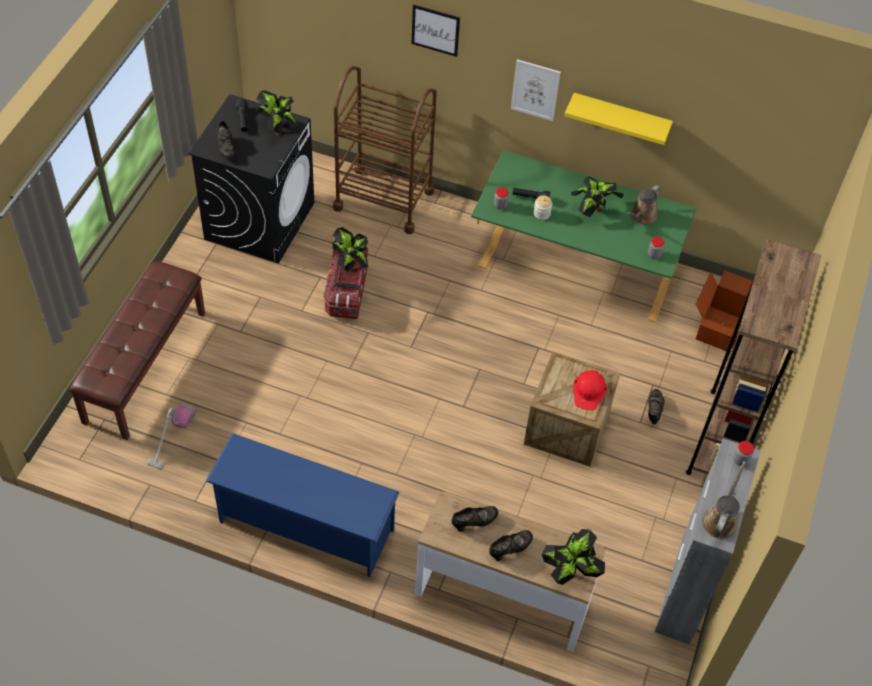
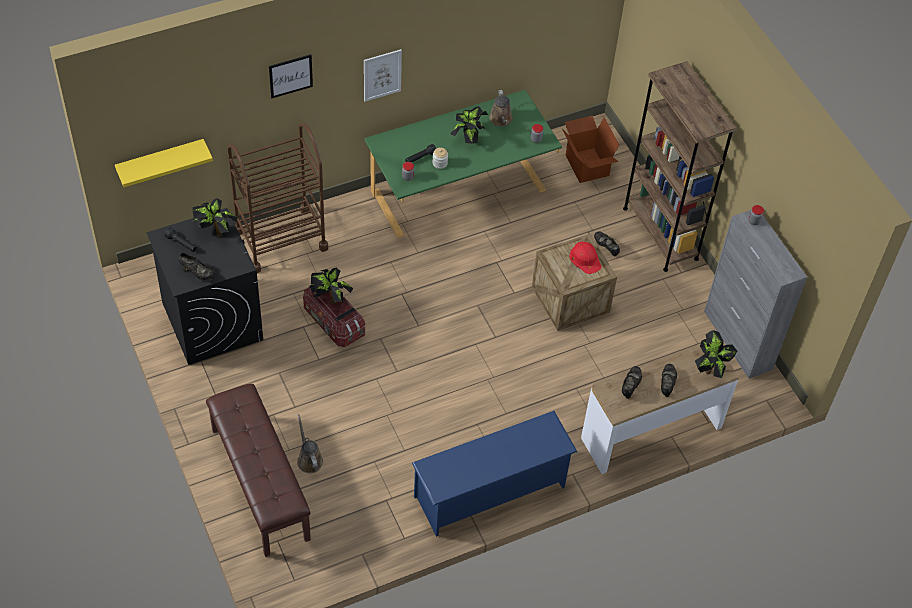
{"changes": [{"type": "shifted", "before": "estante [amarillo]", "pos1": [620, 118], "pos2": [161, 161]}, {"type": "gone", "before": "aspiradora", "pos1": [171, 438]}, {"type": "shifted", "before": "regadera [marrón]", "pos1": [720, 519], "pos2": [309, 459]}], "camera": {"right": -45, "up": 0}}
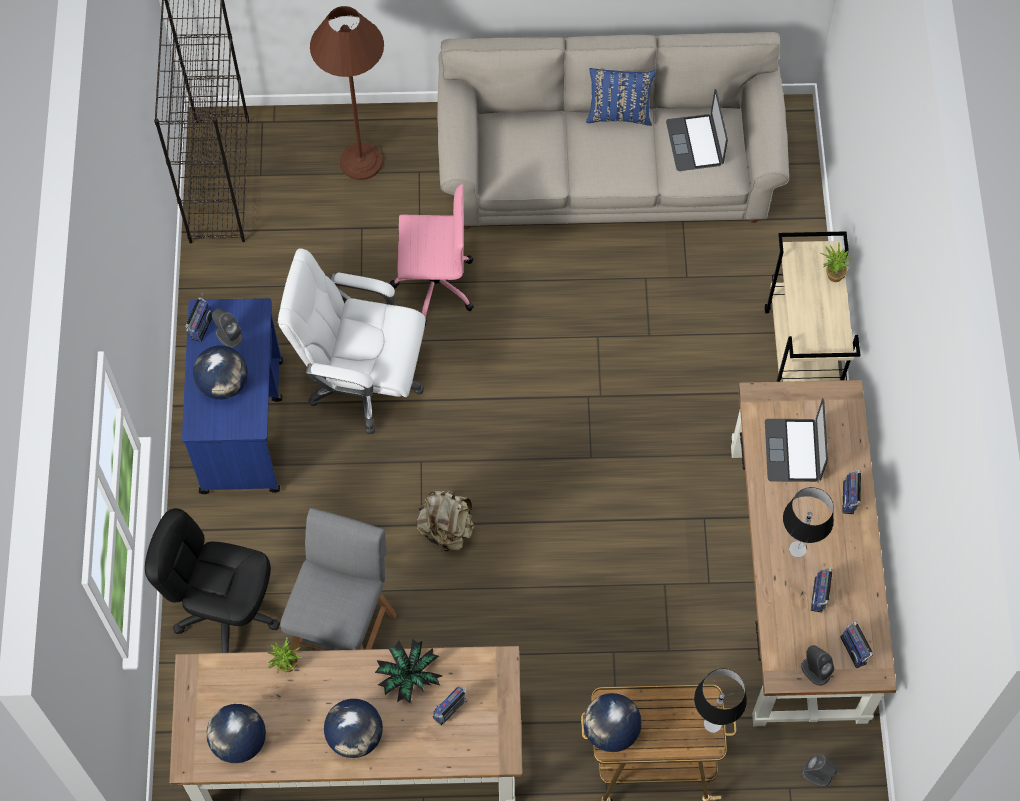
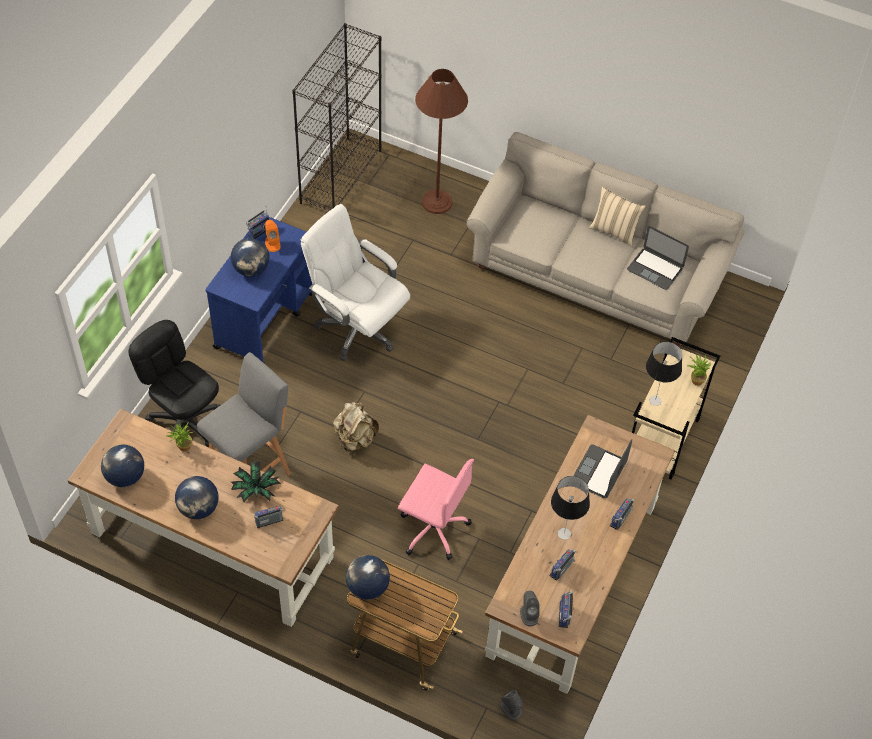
{"changes": [{"type": "repainted", "before": "cojín [azul]", "after": "cojín [beis]", "pos1": [619, 113], "pos2": [614, 231]}, {"type": "rotated", "before": "portátil", "pos1": [695, 143], "pos2": [655, 269], "turn": -75}, {"type": "shifted", "before": "silla de oficina [rosa]", "pos1": [433, 285], "pos2": [432, 528]}, {"type": "repainted", "before": "altavoz [gris]", "after": "altavoz [naranja]", "pos1": [228, 335], "pos2": [272, 243]}, {"type": "shifted", "before": "lámpara de mesa", "pos1": [713, 723], "pos2": [655, 400]}], "camera": {"right": 25, "up": -10}}
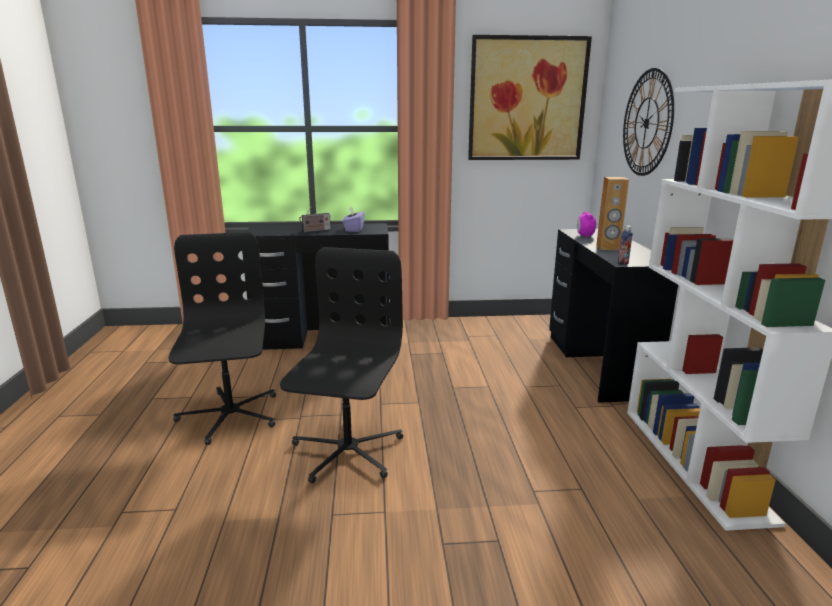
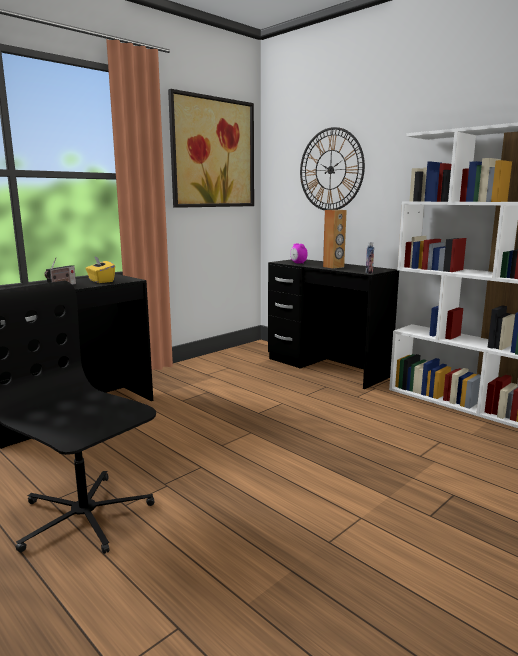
{"changes": [{"type": "repainted", "before": "caja de pañuelos [morado]", "after": "caja de pañuelos [amarillo]", "pos1": [354, 229], "pos2": [101, 281]}, {"type": "gone", "before": "silla de oficina [negro]", "pos1": [347, 451]}], "camera": {"right": -40, "up": -5}}
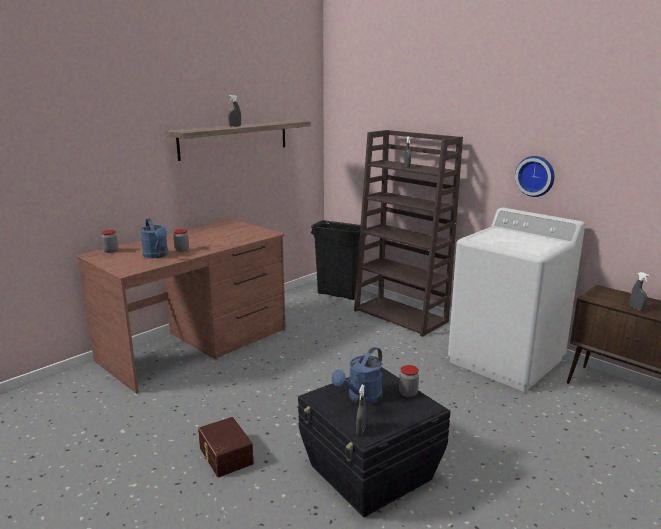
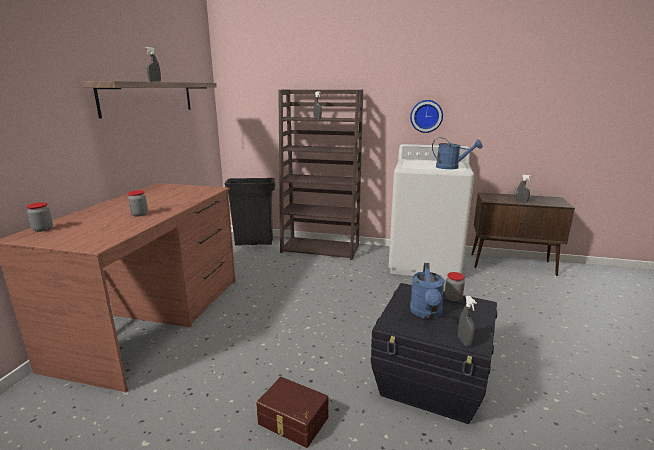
{"changes": [{"type": "shifted", "before": "regadera [azul]", "pos1": [157, 255], "pos2": [451, 167]}], "camera": {"right": -30, "up": 0}}
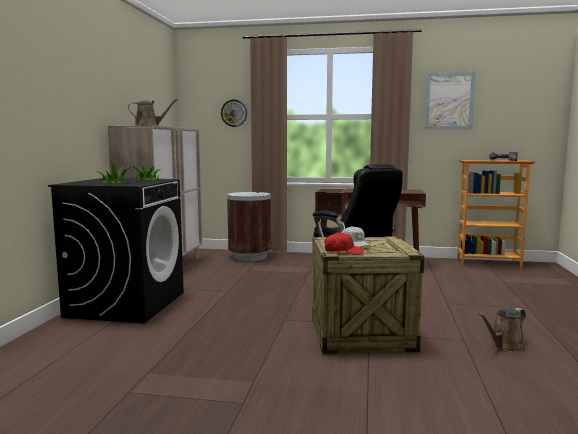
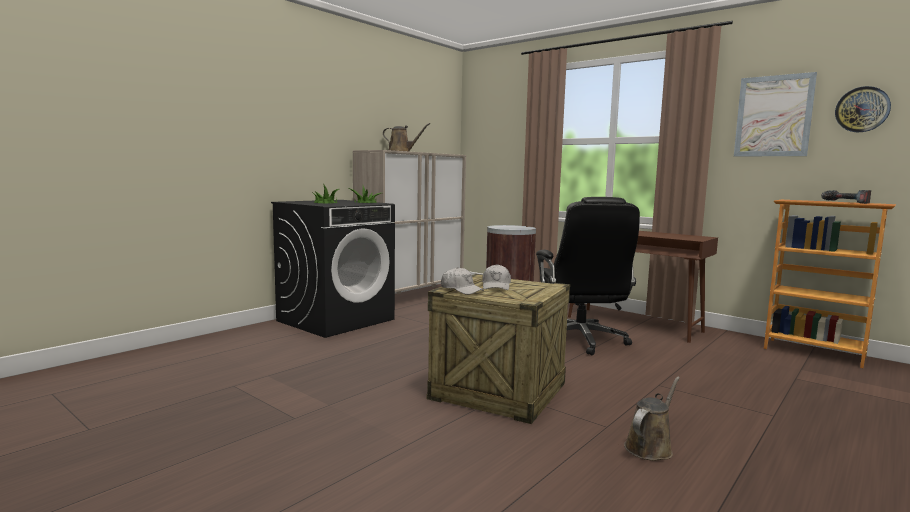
{"changes": [{"type": "shifted", "before": "reloj de pared", "pos1": [234, 113], "pos2": [862, 109]}, {"type": "repainted", "before": "gorra [rojo]", "after": "gorra [blanco]", "pos1": [343, 251], "pos2": [461, 290]}, {"type": "rotated", "before": "regadera [marrón]", "pos1": [504, 346], "pos2": [650, 447], "turn": 135}], "camera": {"right": 30, "up": 0}}
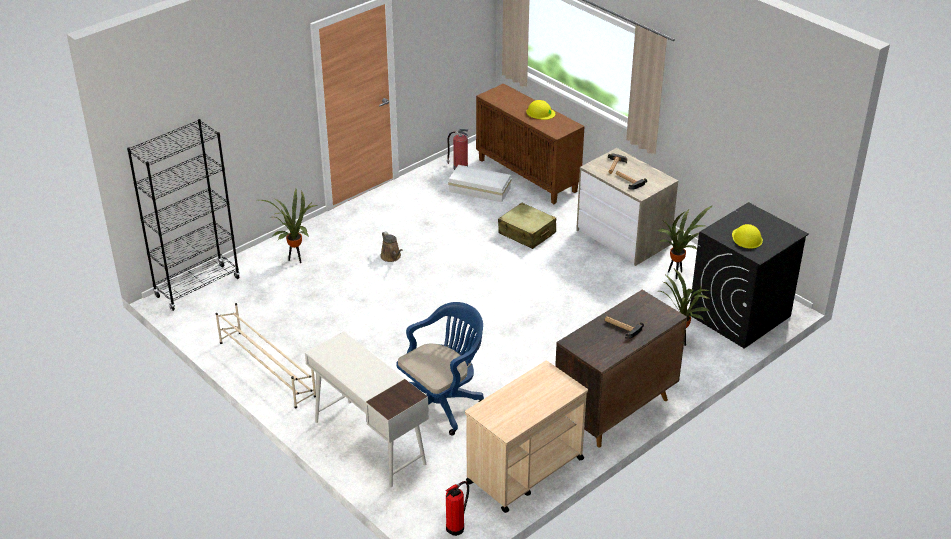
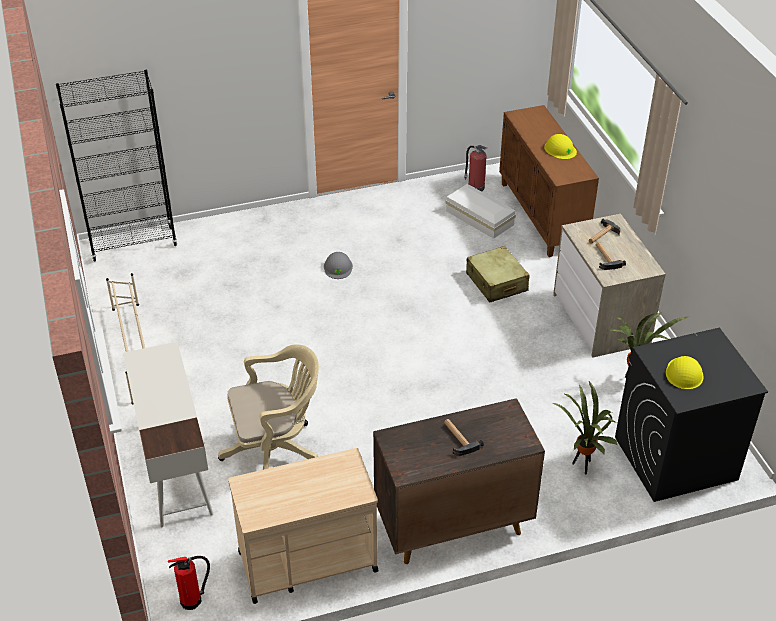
{"changes": [{"type": "gone", "before": "planta en maceta", "pos1": [295, 259]}, {"type": "swapped", "before": "regadera [marrón]", "after": "casco [gris]", "pos1": [391, 257], "pos2": [338, 267]}, {"type": "repainted", "before": "silla de oficina [azul]", "after": "silla de oficina [beis]", "pos1": [442, 404], "pos2": [276, 451]}], "camera": {"right": 25, "up": 5}}
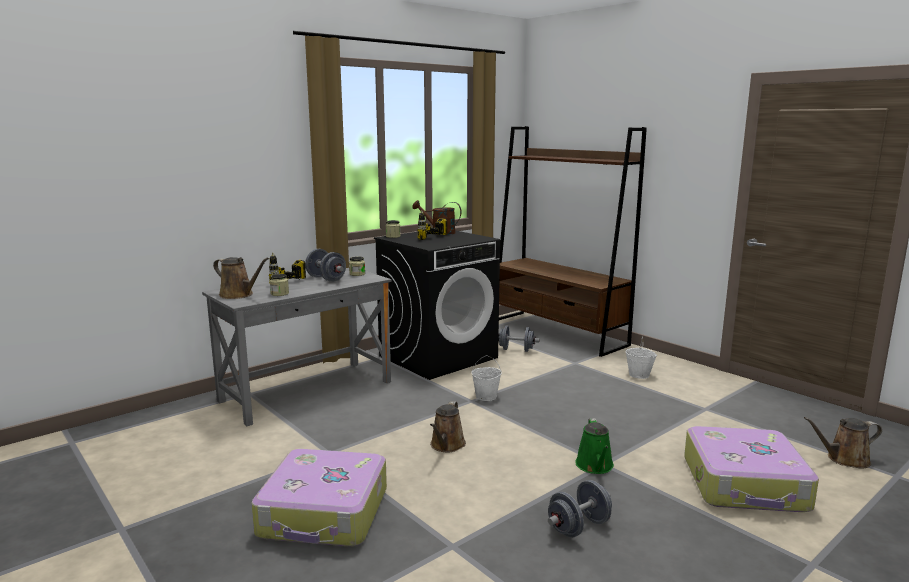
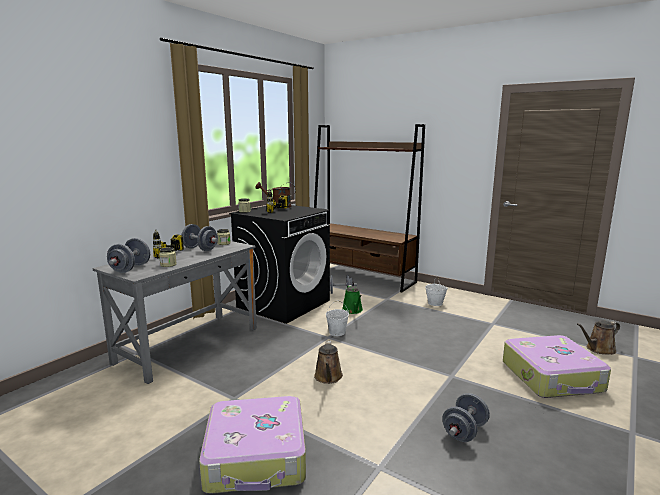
{"changes": [{"type": "swapped", "before": "regadera [marrón]", "after": "mancuerna [gris]", "pos1": [238, 295], "pos2": [130, 268]}, {"type": "shifted", "before": "regadera [verde]", "pos1": [595, 466], "pos2": [353, 310]}], "camera": {"right": -15, "up": 0}}
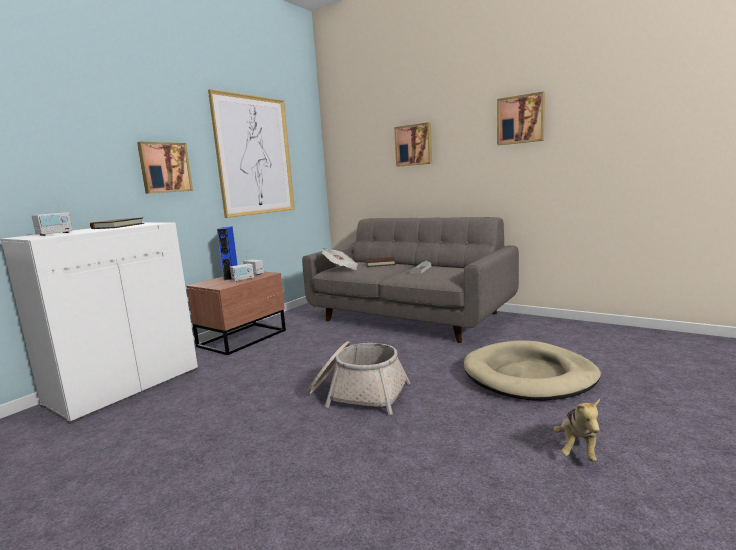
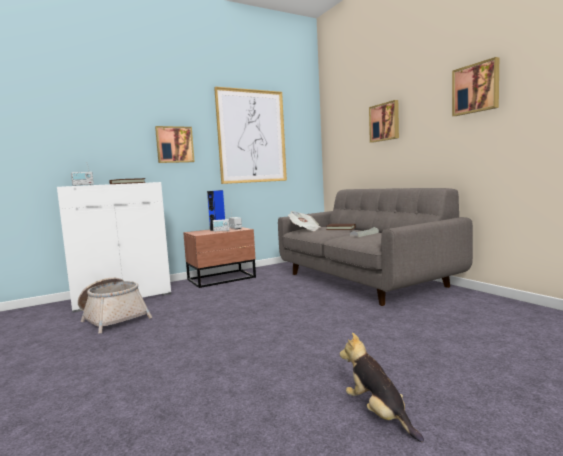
{"changes": [{"type": "shifted", "before": "cesta", "pos1": [357, 394], "pos2": [113, 318]}, {"type": "gone", "before": "cama para perro [beis]", "pos1": [529, 376]}, {"type": "rotated", "before": "peluche", "pos1": [578, 449], "pos2": [378, 414], "turn": 105}], "camera": {"right": 25, "up": -5}}
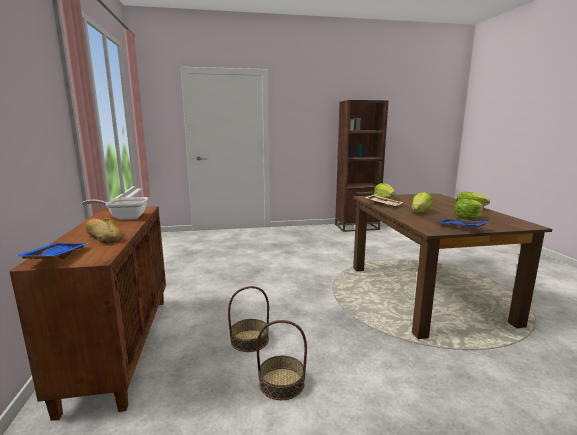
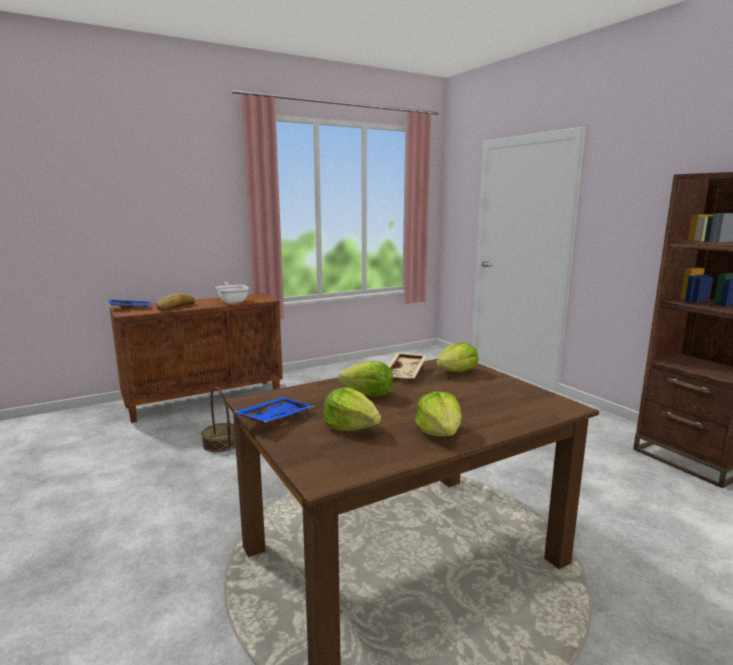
{"changes": [{"type": "gone", "before": "cesta", "pos1": [281, 383]}], "camera": {"right": 70, "up": 0}}
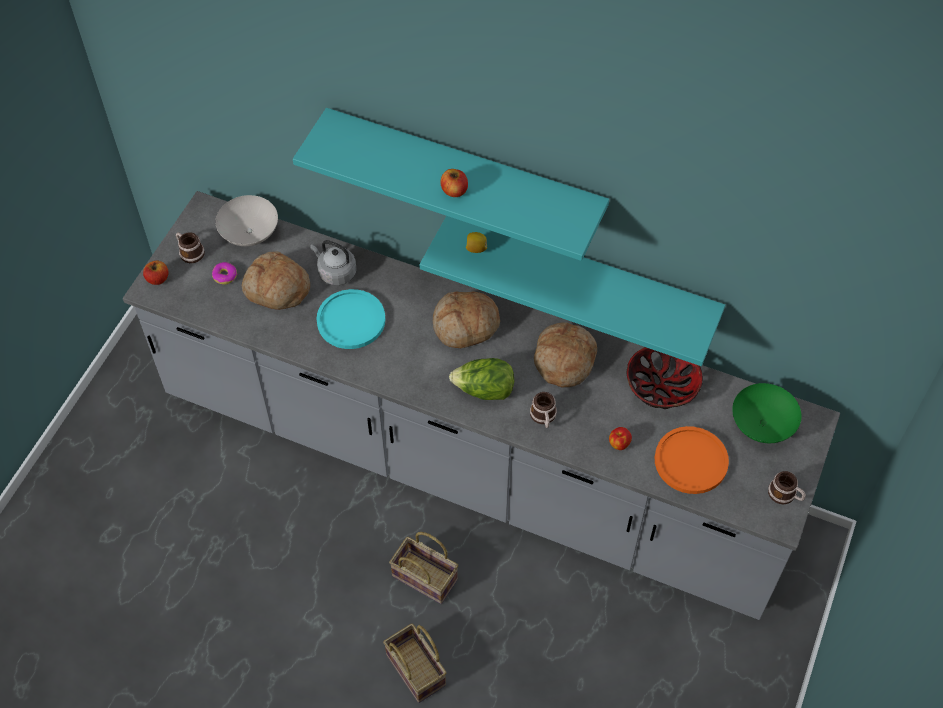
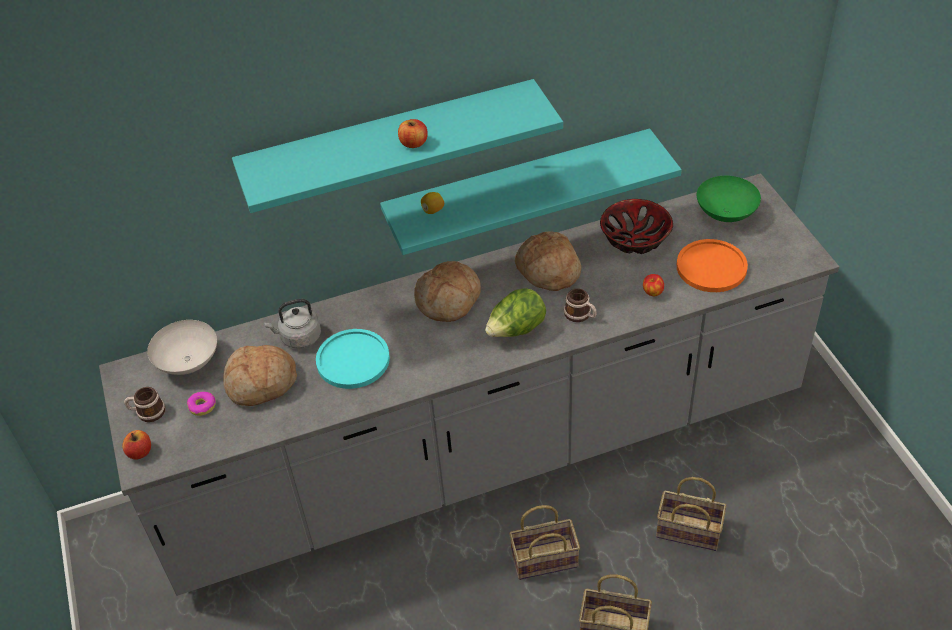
{"changes": [{"type": "gone", "before": "taza grande", "pos1": [785, 495]}, {"type": "new", "after": "cesta", "pos2": [686, 531]}], "camera": {"right": -40, "up": -10}}
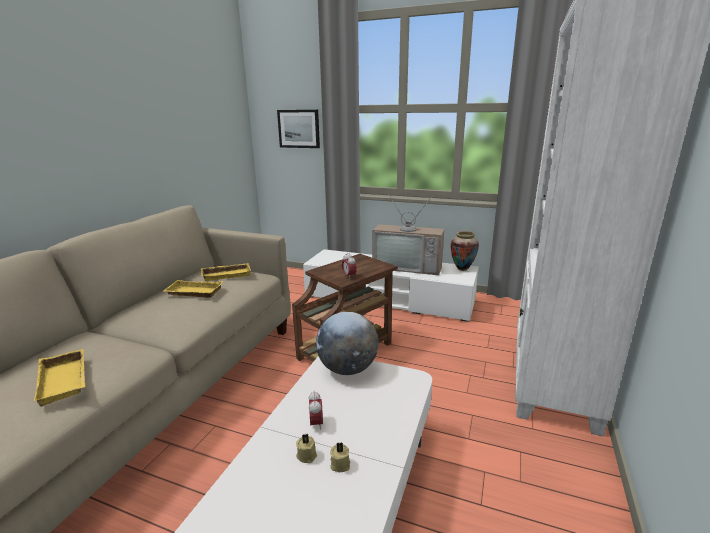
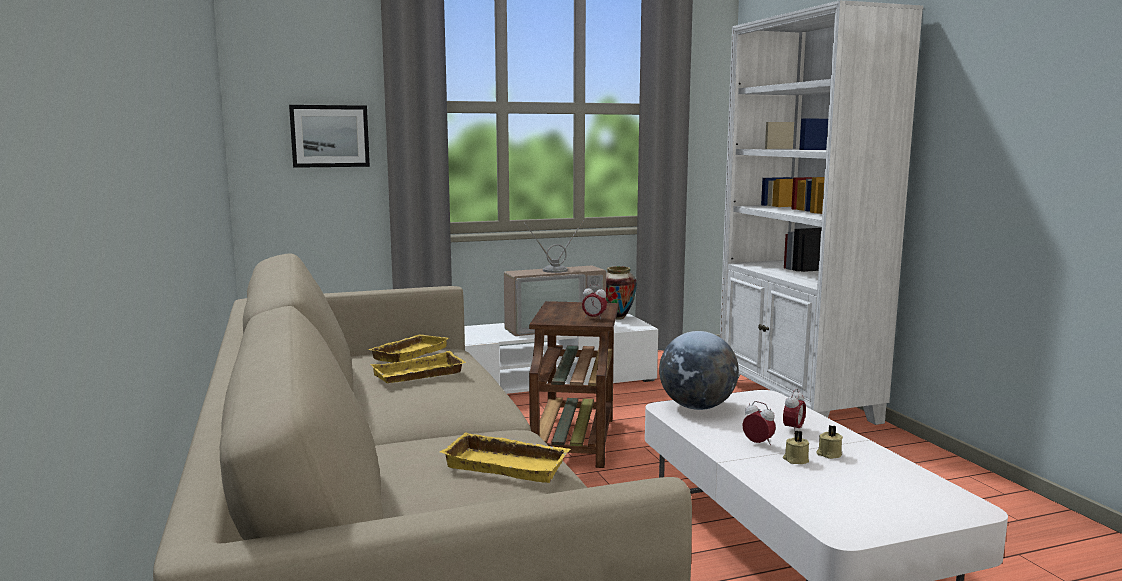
{"changes": [{"type": "new", "after": "despertador", "pos2": [793, 429]}], "camera": {"right": -40, "up": -10}}
